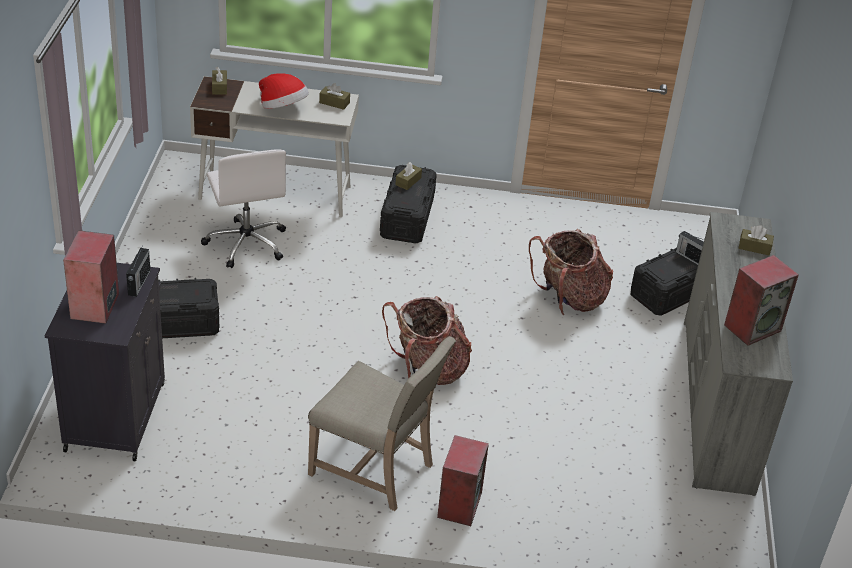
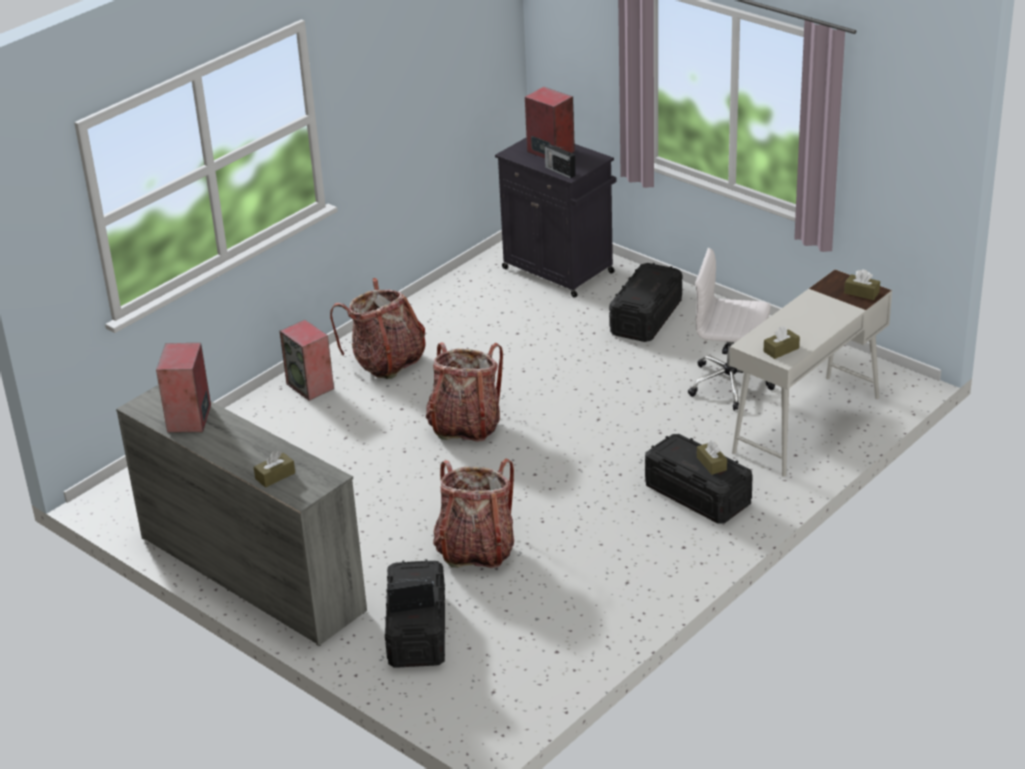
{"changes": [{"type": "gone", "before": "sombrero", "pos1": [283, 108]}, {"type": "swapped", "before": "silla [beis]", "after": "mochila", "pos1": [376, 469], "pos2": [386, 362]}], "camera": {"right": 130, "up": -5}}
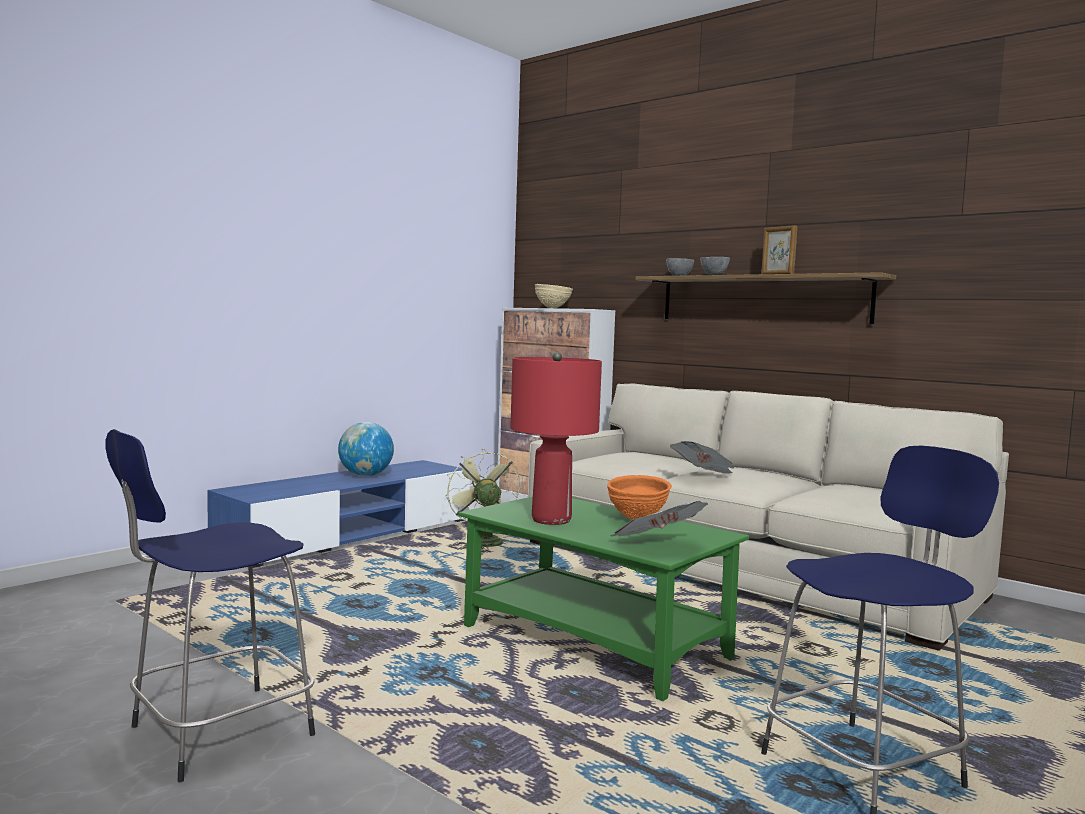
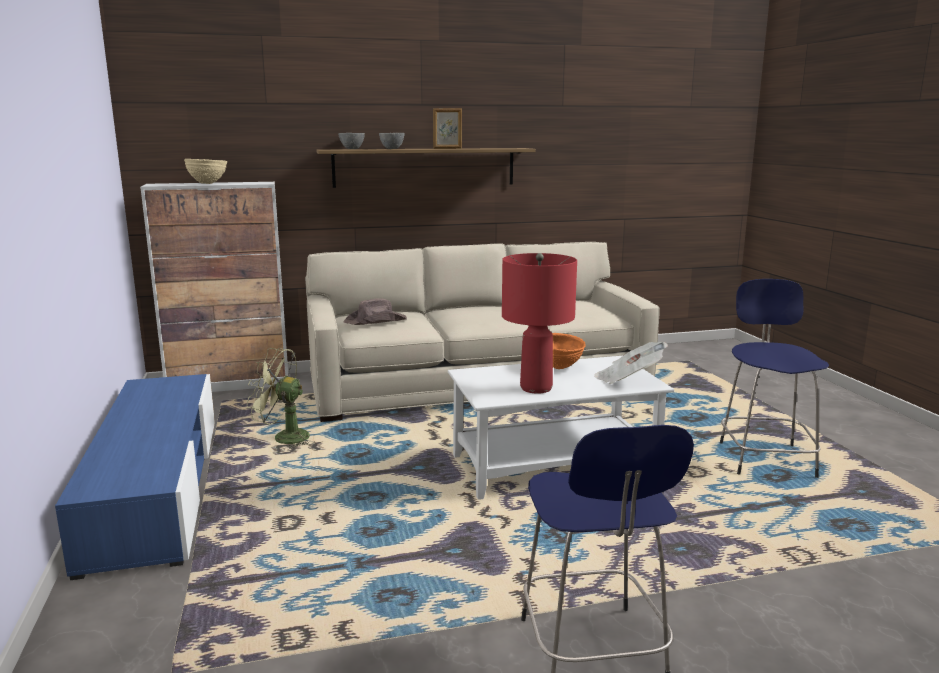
{"changes": [{"type": "gone", "before": "globo terráqueo", "pos1": [365, 475]}, {"type": "gone", "before": "periódico", "pos1": [703, 476]}, {"type": "repainted", "before": "mesa de centro [verde]", "after": "mesa de centro [blanco]", "pos1": [596, 642], "pos2": [555, 466]}, {"type": "new", "after": "sombrero [marrón]", "pos2": [376, 321]}], "camera": {"right": -55, "up": 10}}
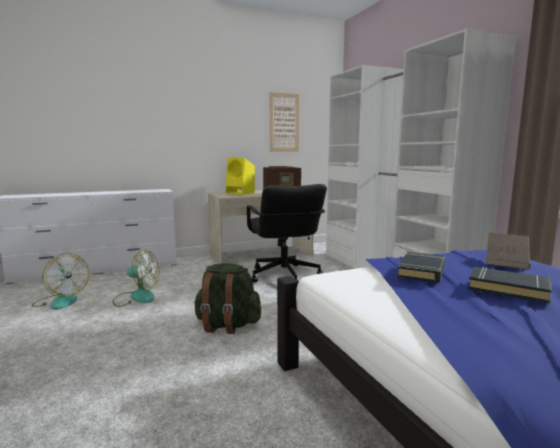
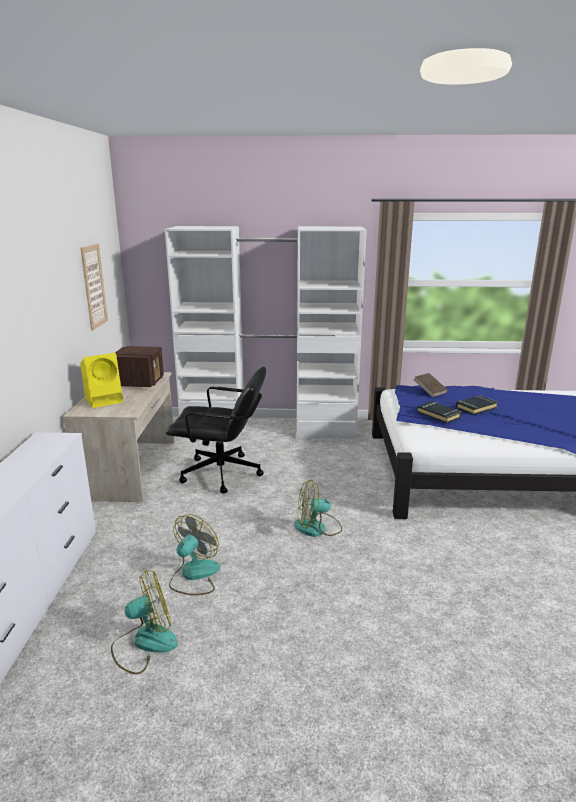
{"changes": [{"type": "swapped", "before": "mochila [verde]", "after": "ventilador", "pos1": [227, 325], "pos2": [317, 528]}], "camera": {"right": -65, "up": 10}}
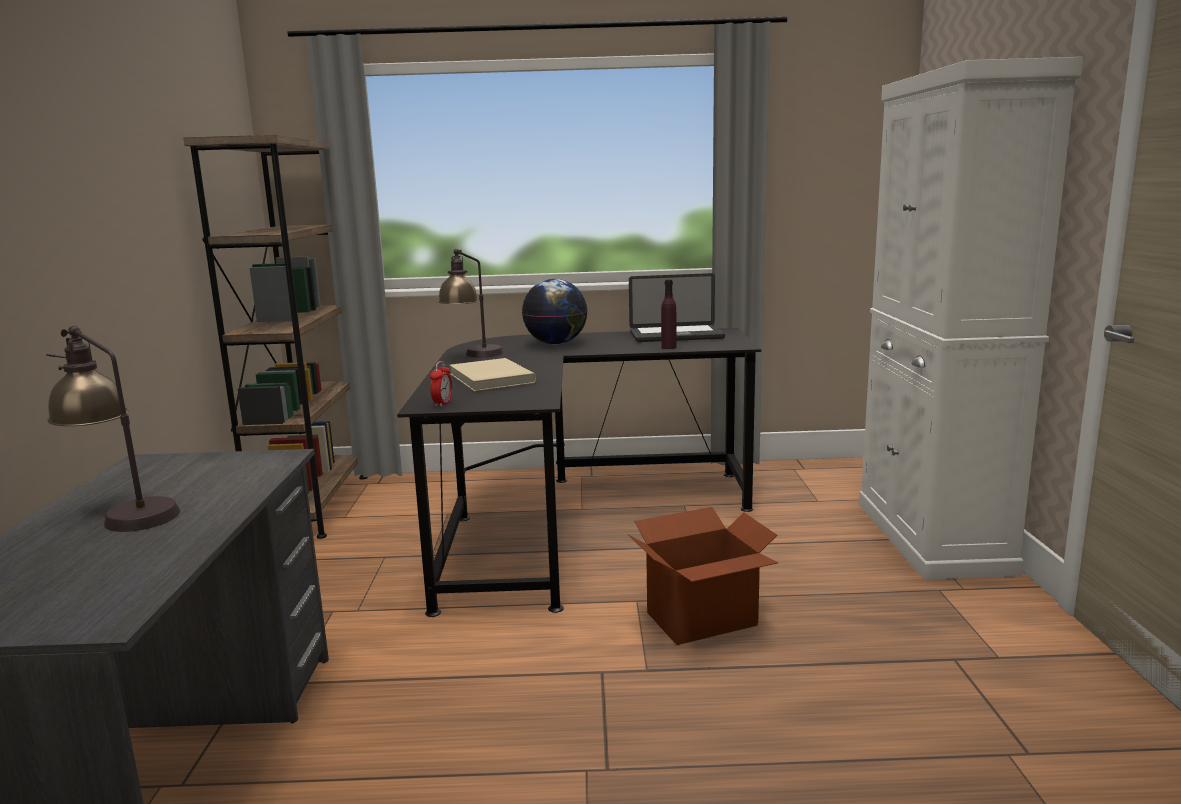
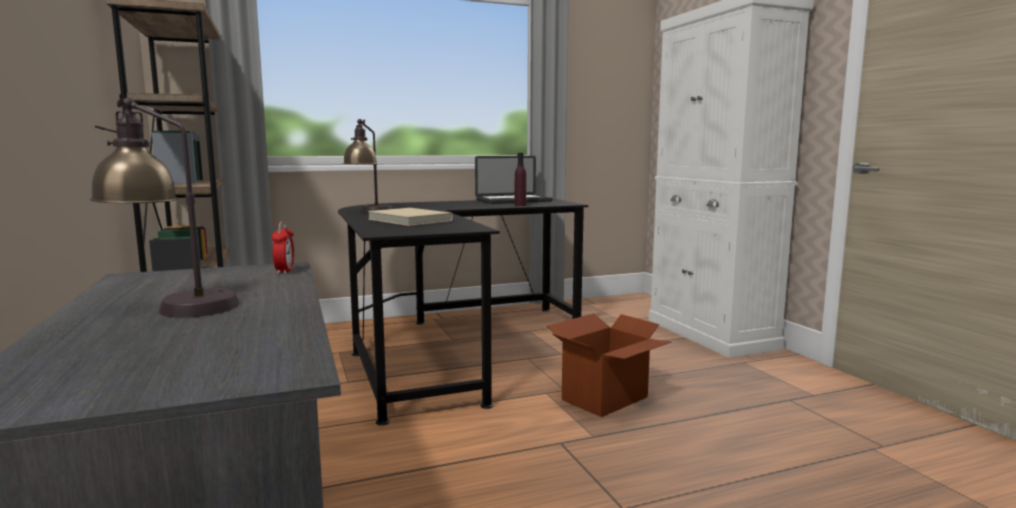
{"changes": [{"type": "gone", "before": "globo terráqueo", "pos1": [556, 343]}, {"type": "shifted", "before": "despertador", "pos1": [442, 404], "pos2": [284, 271]}], "camera": {"right": -20, "up": -5}}
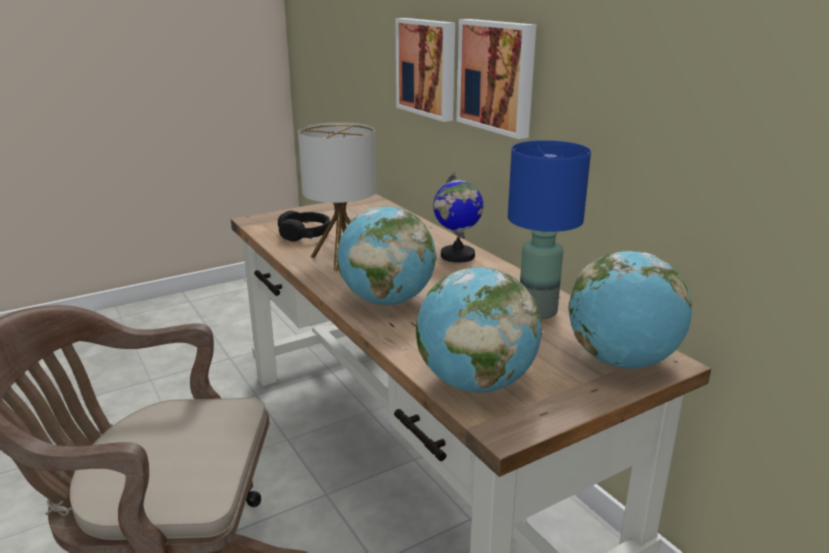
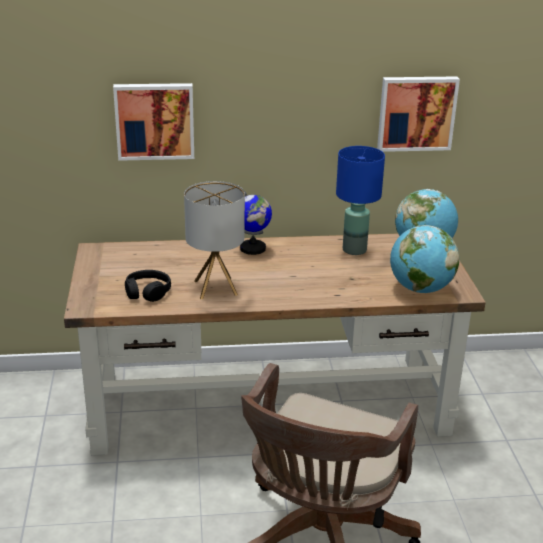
{"changes": [{"type": "shifted", "before": "cuadro", "pos1": [498, 76], "pos2": [416, 113]}, {"type": "gone", "before": "globo terráqueo", "pos1": [387, 301]}], "camera": {"right": -65, "up": 5}}
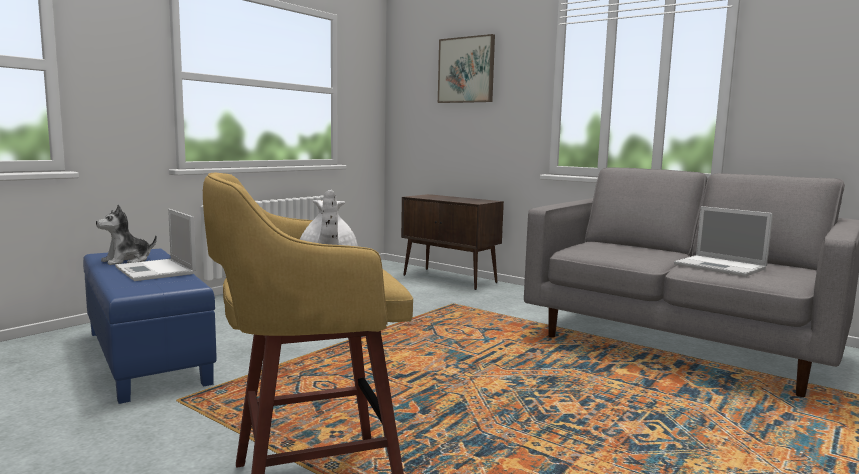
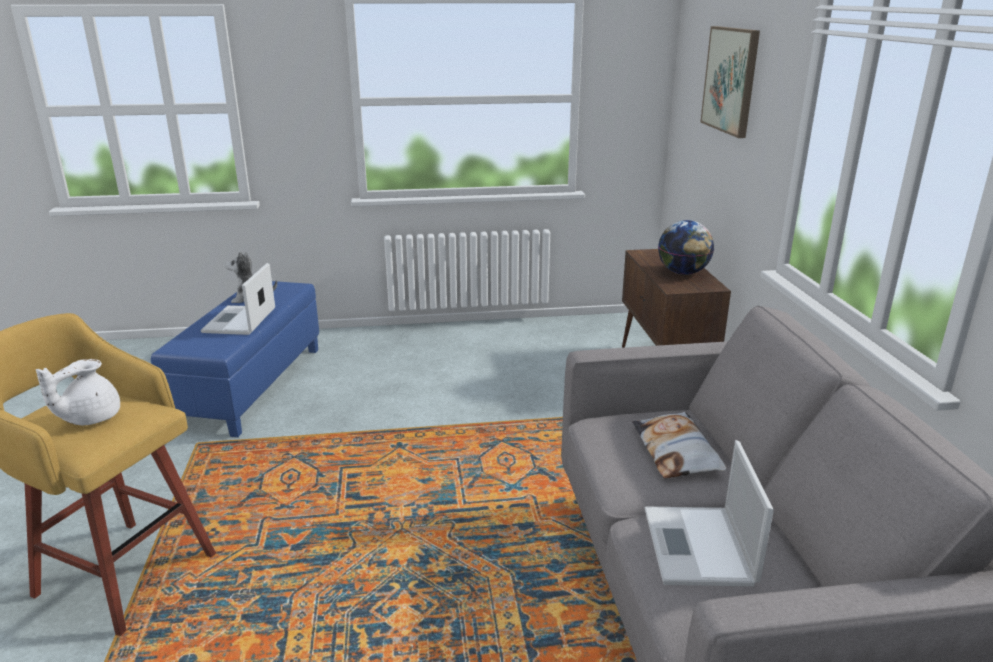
{"changes": [{"type": "new", "after": "globo terráqueo", "pos2": [683, 273]}, {"type": "new", "after": "cojín", "pos2": [676, 452]}], "camera": {"right": 45, "up": 15}}
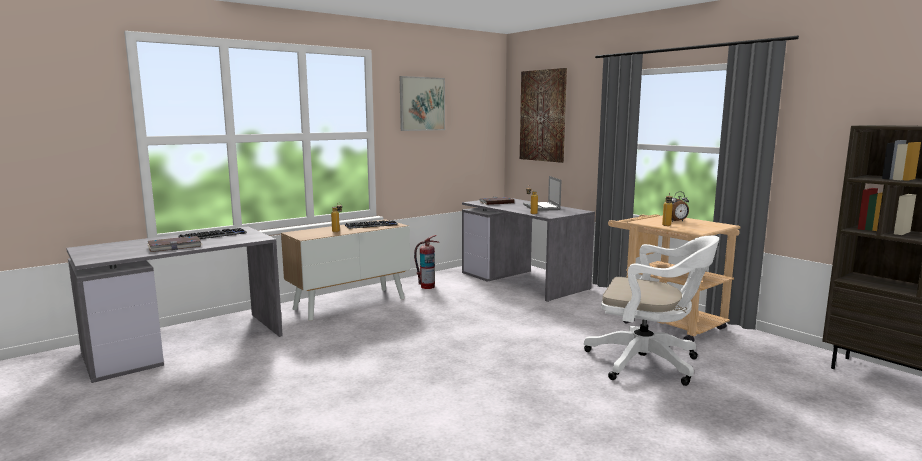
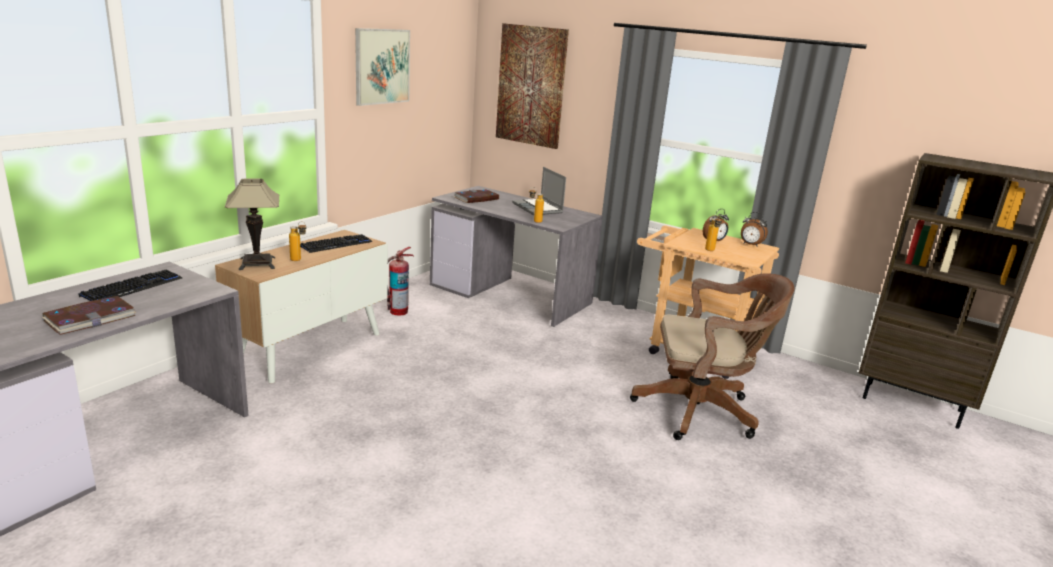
{"changes": [{"type": "repainted", "before": "silla de oficina [blanco]", "after": "silla de oficina [marrón]", "pos1": [648, 363], "pos2": [701, 411]}, {"type": "new", "after": "lámpara de mesa", "pos2": [257, 263]}, {"type": "new", "after": "despertador", "pos2": [750, 245]}], "camera": {"right": -20, "up": 10}}
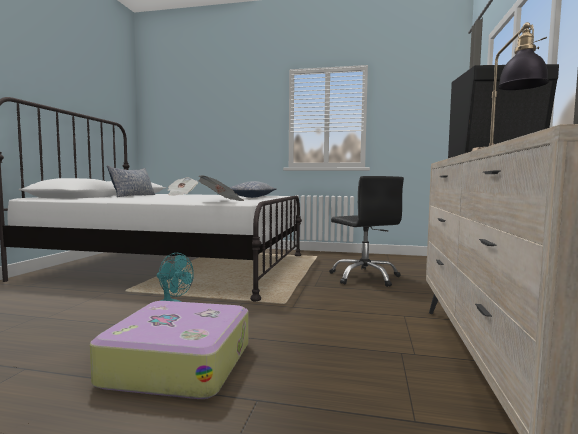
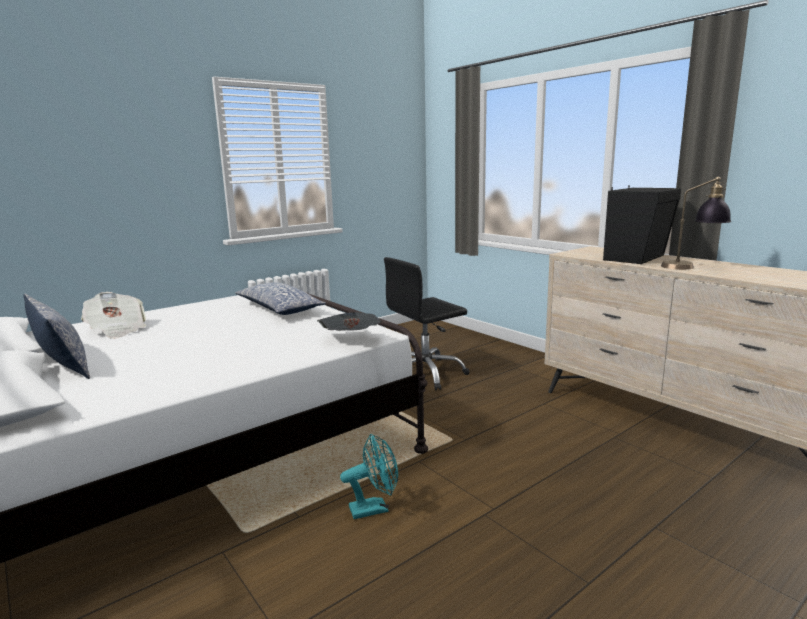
{"changes": [{"type": "rotated", "before": "silla de oficina [negro]", "pos1": [365, 277], "pos2": [425, 374], "turn": 135}, {"type": "gone", "before": "maleta", "pos1": [178, 363]}], "camera": {"right": -50, "up": 10}}
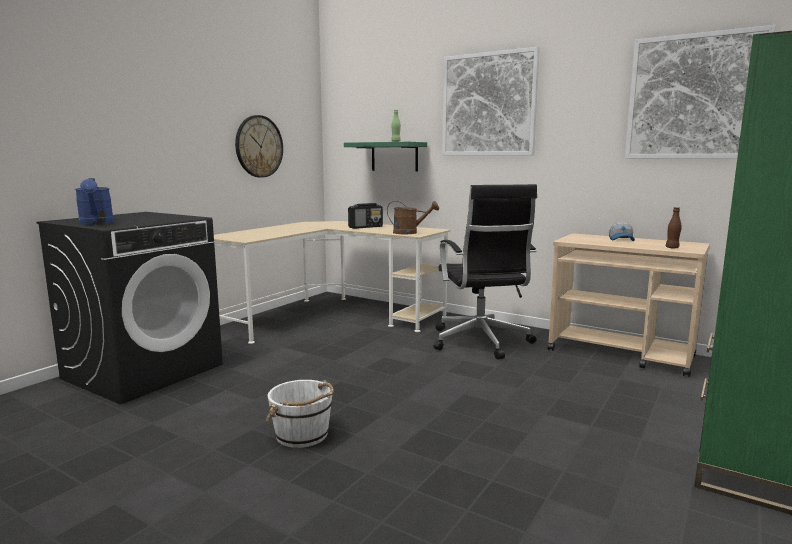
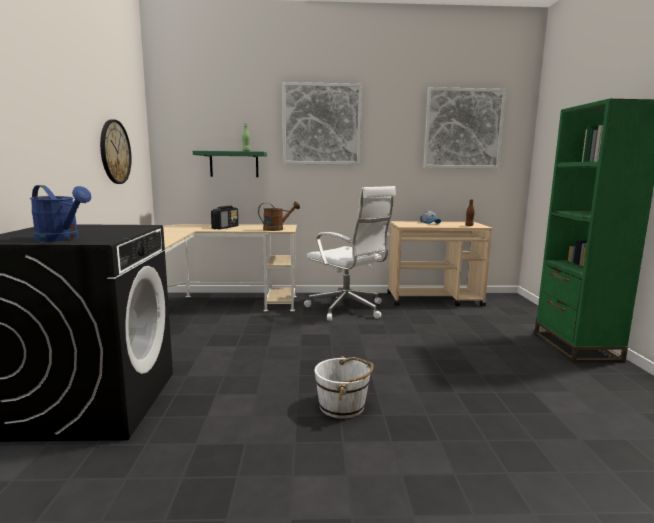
{"changes": [{"type": "repainted", "before": "silla de oficina [negro]", "after": "silla de oficina [blanco]", "pos1": [481, 342], "pos2": [348, 309]}], "camera": {"right": -35, "up": 0}}
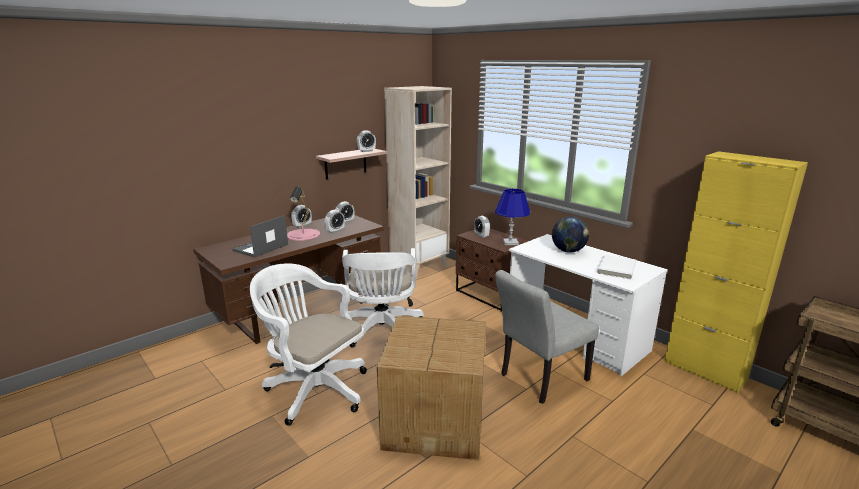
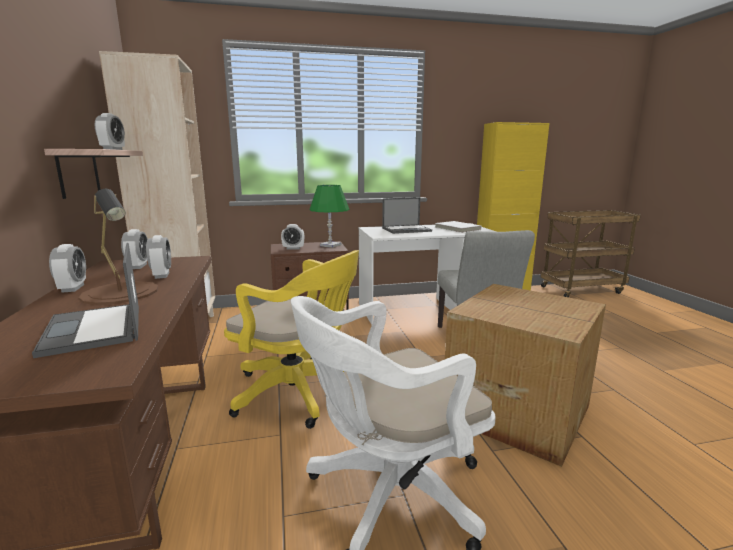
{"changes": [{"type": "repainted", "before": "lámpara de mesa [rosa]", "after": "lámpara de mesa [marrón]", "pos1": [303, 235], "pos2": [120, 293]}, {"type": "repainted", "before": "lámpara de mesa [azul]", "after": "lámpara de mesa [verde]", "pos1": [510, 242], "pos2": [330, 245]}, {"type": "swapped", "before": "globo terráqueo", "after": "portátil", "pos1": [568, 251], "pos2": [407, 229]}, {"type": "repainted", "before": "silla de oficina [blanco]", "after": "silla de oficina [amarillo]", "pos1": [382, 331], "pos2": [299, 394]}], "camera": {"right": -60, "up": -5}}
